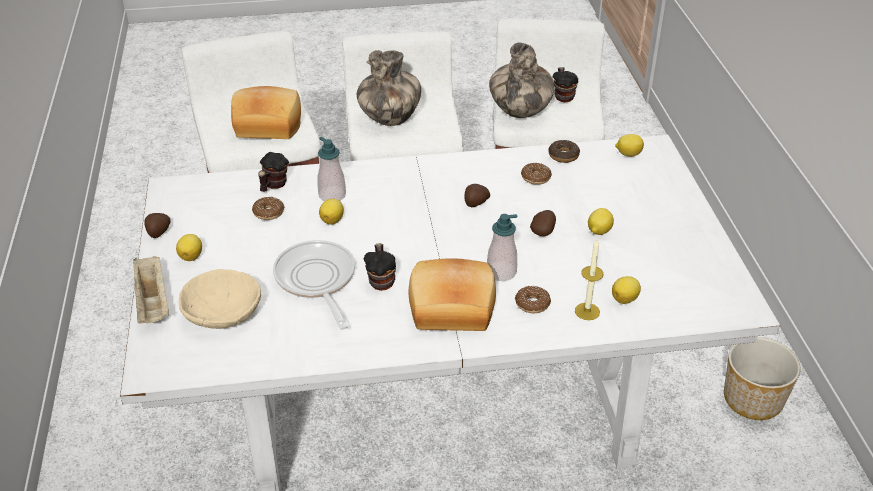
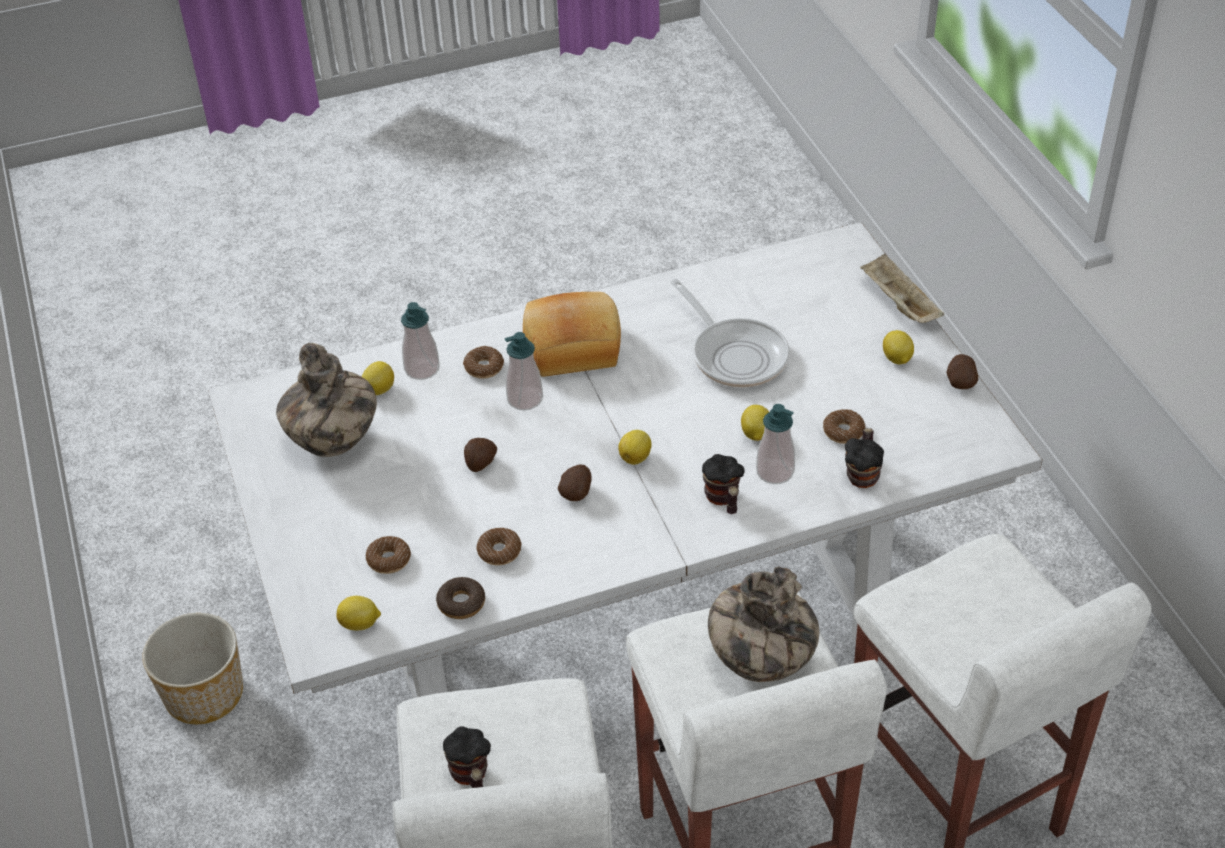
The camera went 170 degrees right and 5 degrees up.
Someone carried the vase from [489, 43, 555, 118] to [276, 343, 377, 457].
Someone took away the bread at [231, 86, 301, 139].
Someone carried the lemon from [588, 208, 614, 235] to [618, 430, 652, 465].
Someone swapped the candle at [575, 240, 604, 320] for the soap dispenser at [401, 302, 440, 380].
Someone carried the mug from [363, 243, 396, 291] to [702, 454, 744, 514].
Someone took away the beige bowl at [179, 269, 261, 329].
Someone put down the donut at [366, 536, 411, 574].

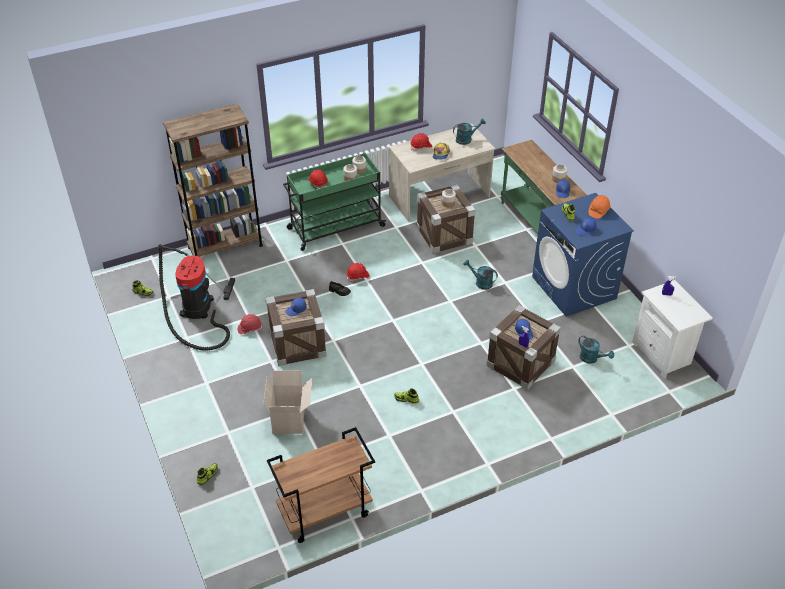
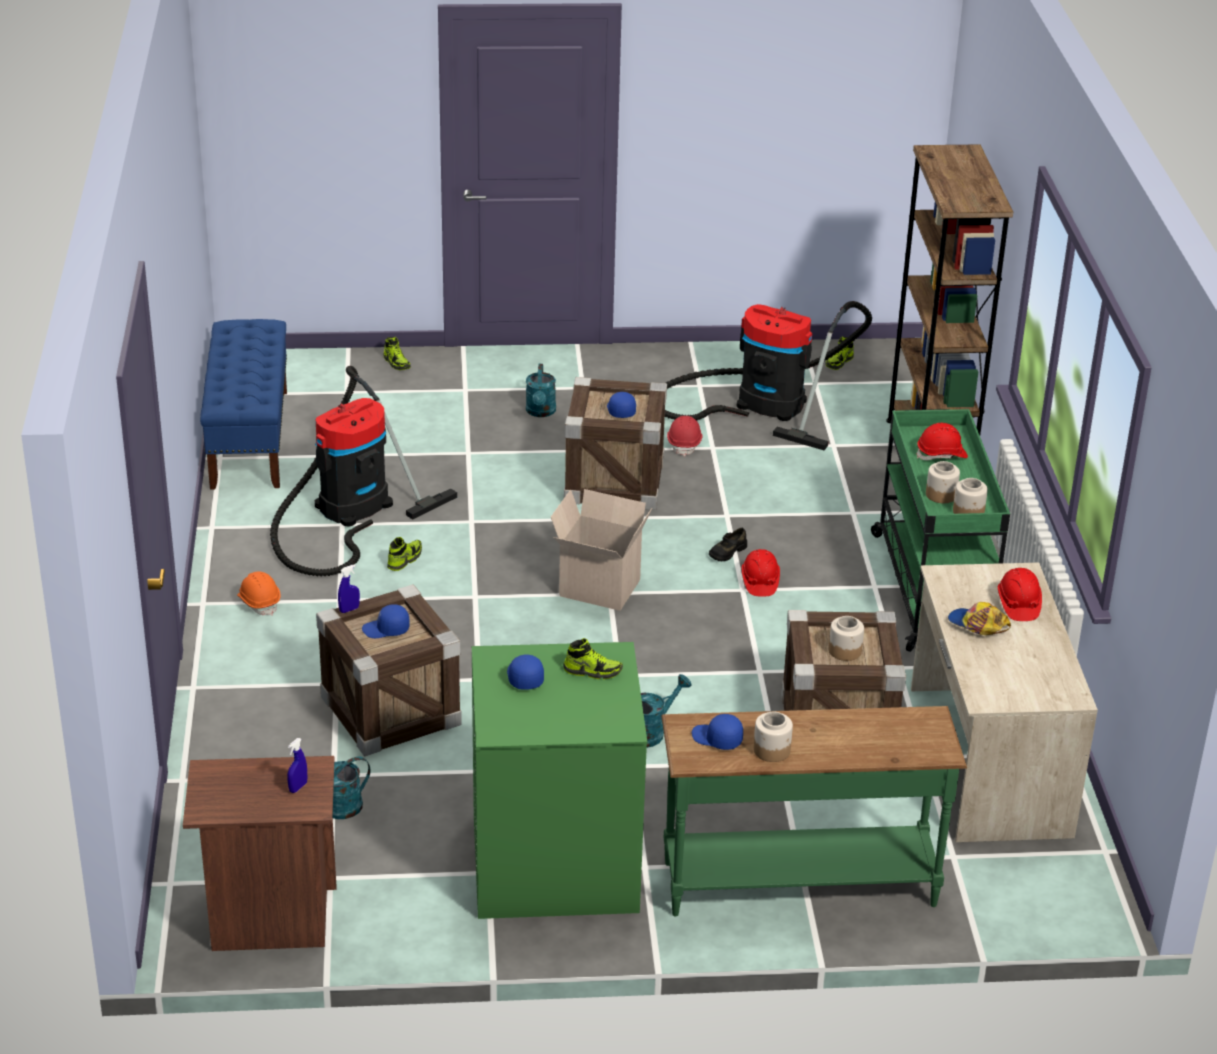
The camera went 110 degrees right and 10 degrees down.
Someone carried the turquoise watering can from [453, 118, 486, 145] to [526, 364, 556, 417].
Someone repainted the blue washing machine at [532, 193, 634, 317], which became the green washing machine at [472, 642, 647, 919].
Someone carried the orange hard hat from [588, 195, 611, 219] to [237, 571, 281, 615].
Someone repainted the white nightstand at [632, 280, 713, 378], which became the brown nightstand at [183, 756, 337, 951].
Someone carried the cardboard box from [263, 370, 312, 434] to [551, 489, 652, 611].
Someone swapped the brown cart at [267, 427, 375, 543] for the blue bench at [200, 319, 287, 490].
Someone put down the vacuum cleaner at [270, 366, 457, 576].

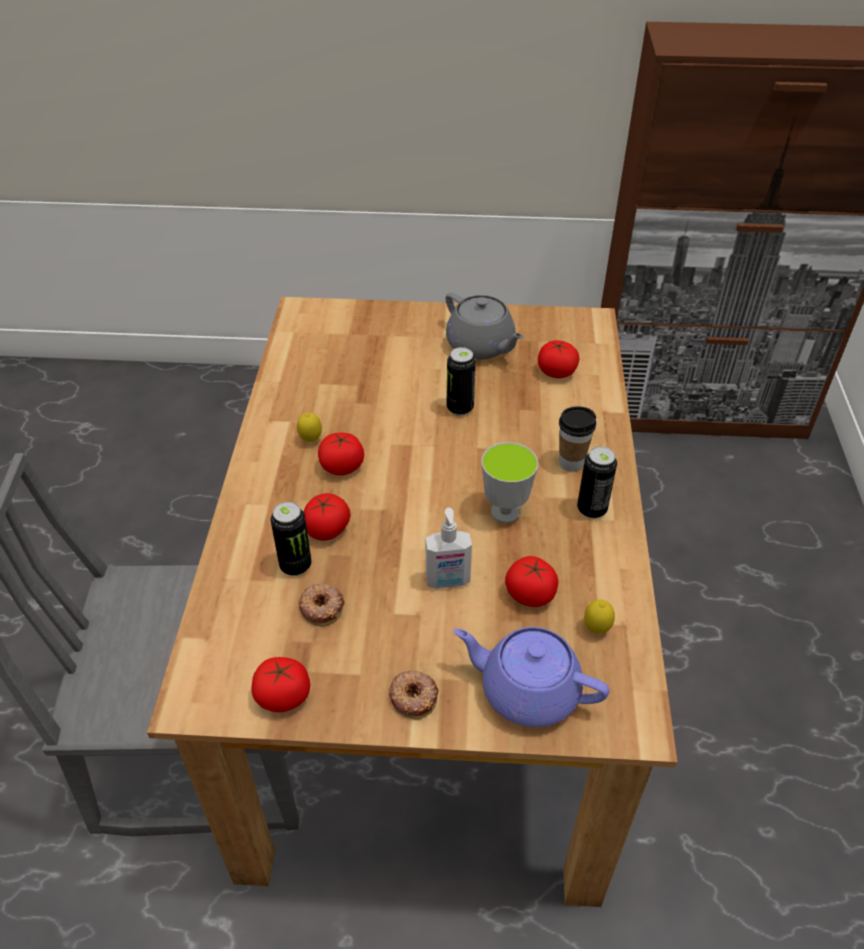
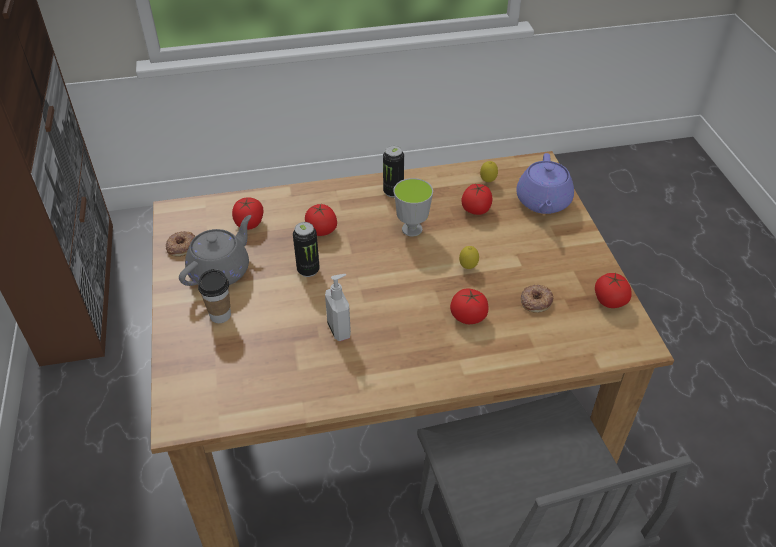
The camera went 105 degrees left and 0 degrees up.
Someone carried the cup from [559, 406, 596, 472] to [198, 269, 231, 323].
Someone carried the lemon from [297, 413, 322, 442] to [459, 246, 479, 269].
Someone carried the tomato from [318, 433, 364, 475] to [305, 204, 337, 236].
Someone took away the can at [271, 502, 311, 576].
Someone carried the soap dispenser from [426, 508, 472, 589] to [325, 274, 351, 341].
Someone carried the donut from [389, 671, 439, 720] to [166, 231, 196, 257].

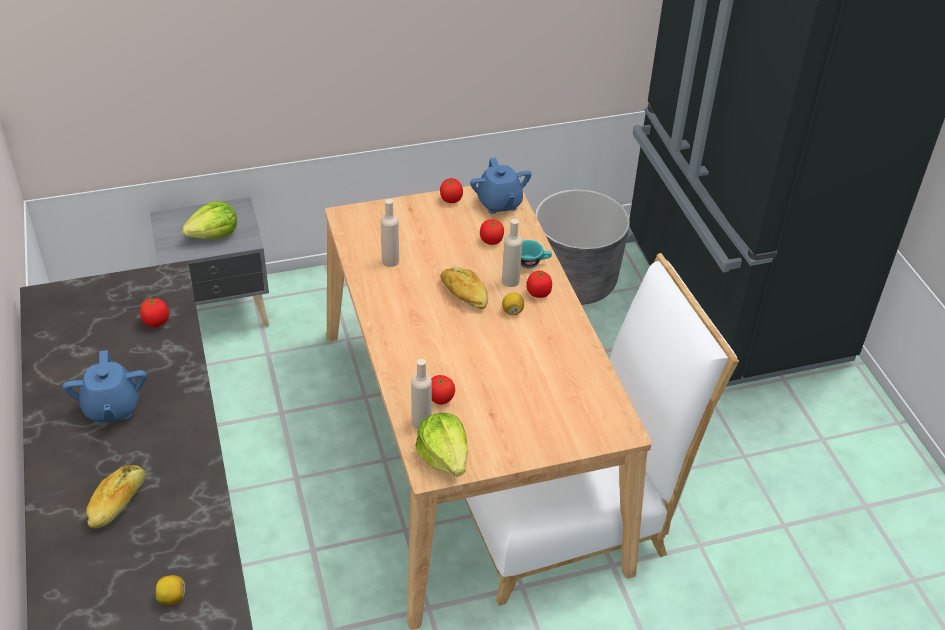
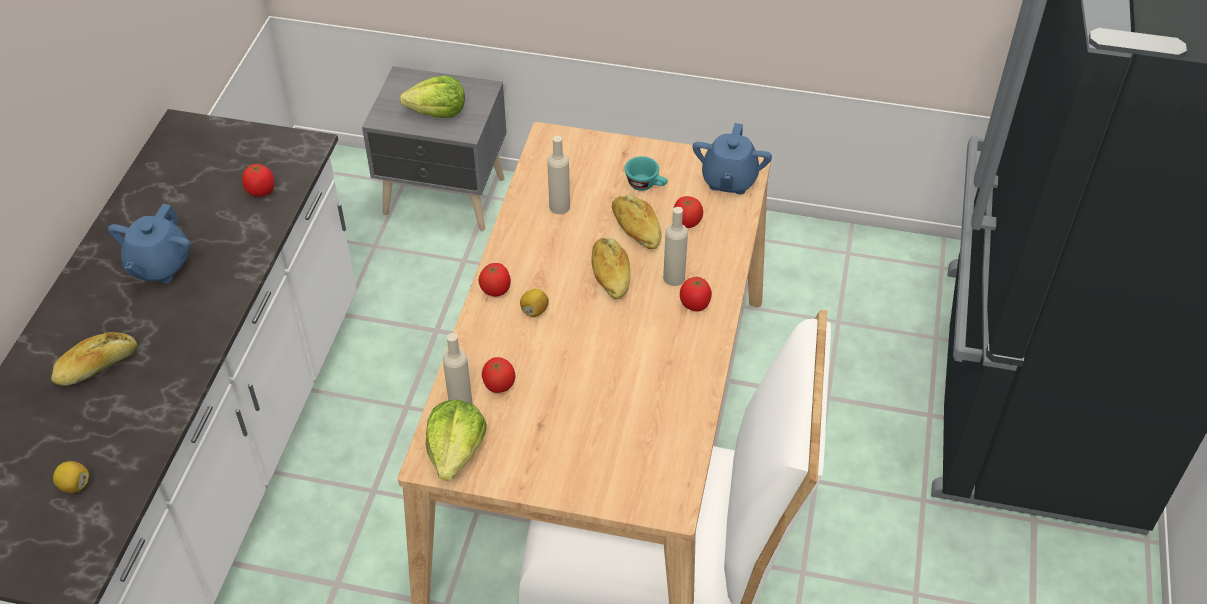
The camera went 30 degrees right and 5 degrees up.
Someone carried the tomato from [440, 178, 463, 203] to [479, 263, 511, 297].
Someone took away the grey planter at [535, 189, 630, 305].
Someone carried the turquoise cup from [521, 240, 552, 268] to [625, 156, 668, 191].
Someone carried the lemon from [502, 292, 524, 315] to [520, 289, 549, 317].
Someone put down the bread at [612, 195, 662, 249].

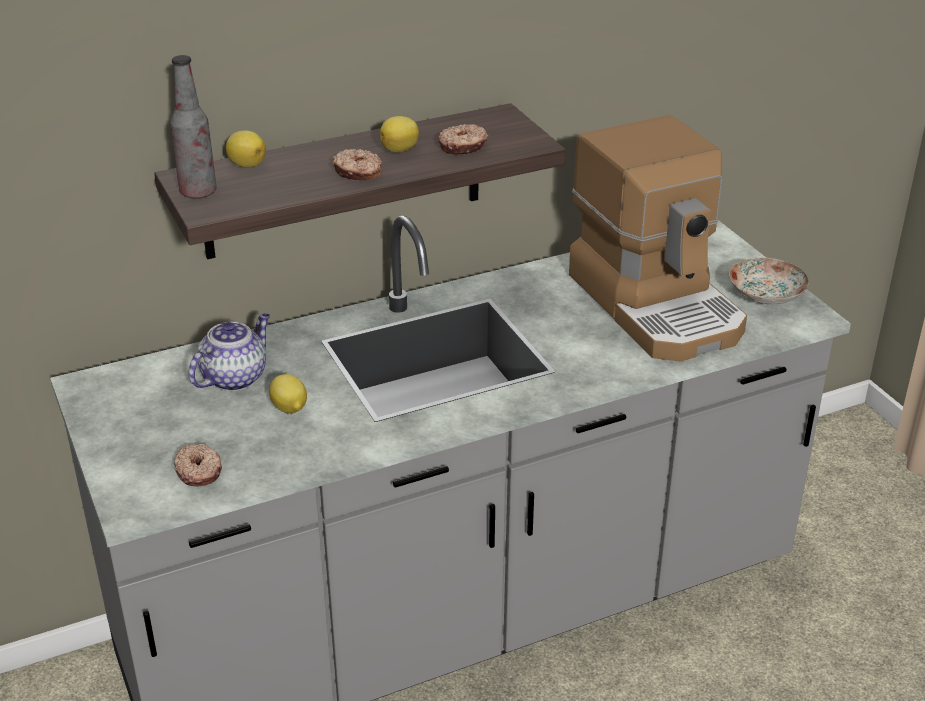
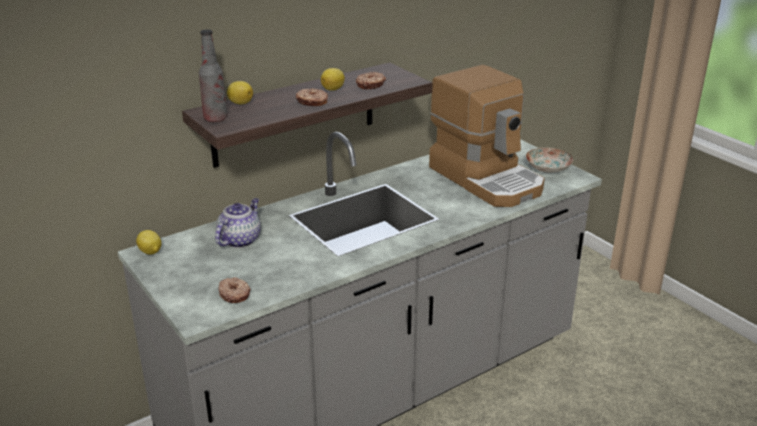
The camera went 10 degrees left and 5 degrees down.
Someone carried the lemon from [269, 374, 307, 414] to [136, 230, 161, 255].

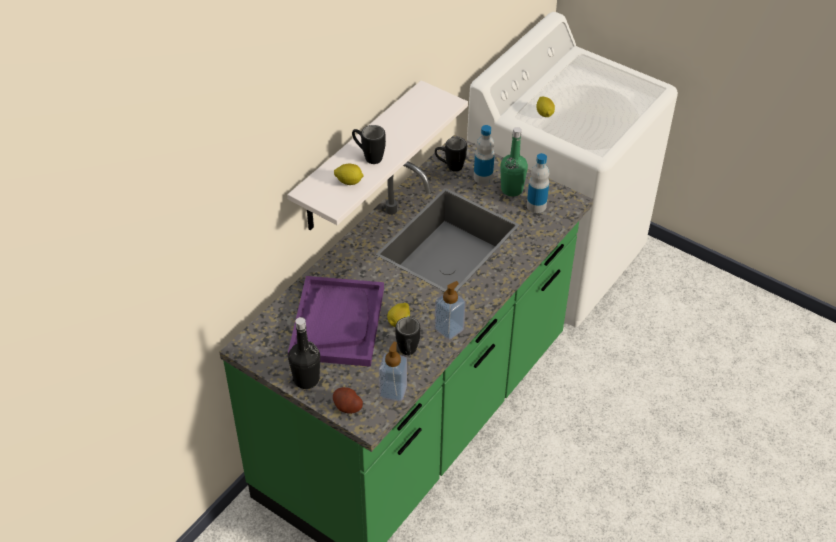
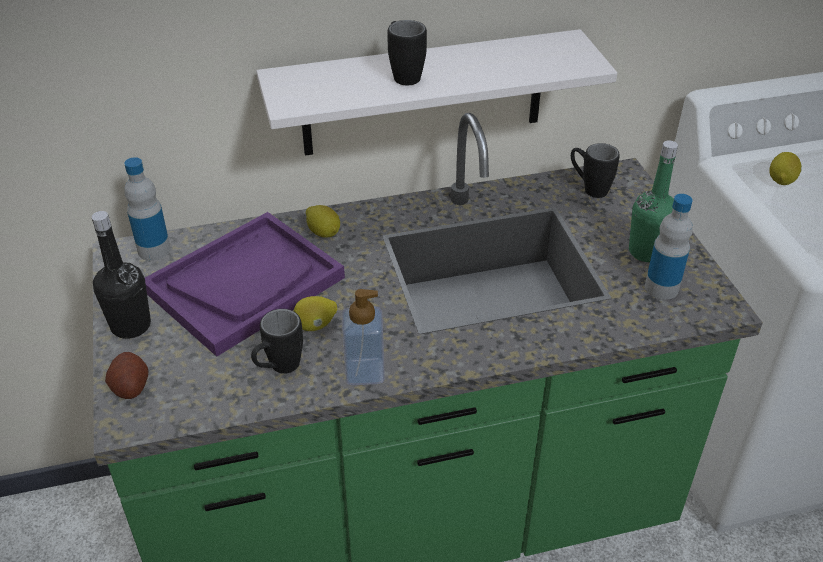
The camera went 40 degrees right and 5 degrees down.
Someone carried the bottle from [474, 125, 495, 184] to [124, 157, 171, 261].
Someone carried the lemon from [334, 164, 364, 185] to [306, 205, 340, 238].
Someone took away the soap dispenser at [379, 342, 407, 401].

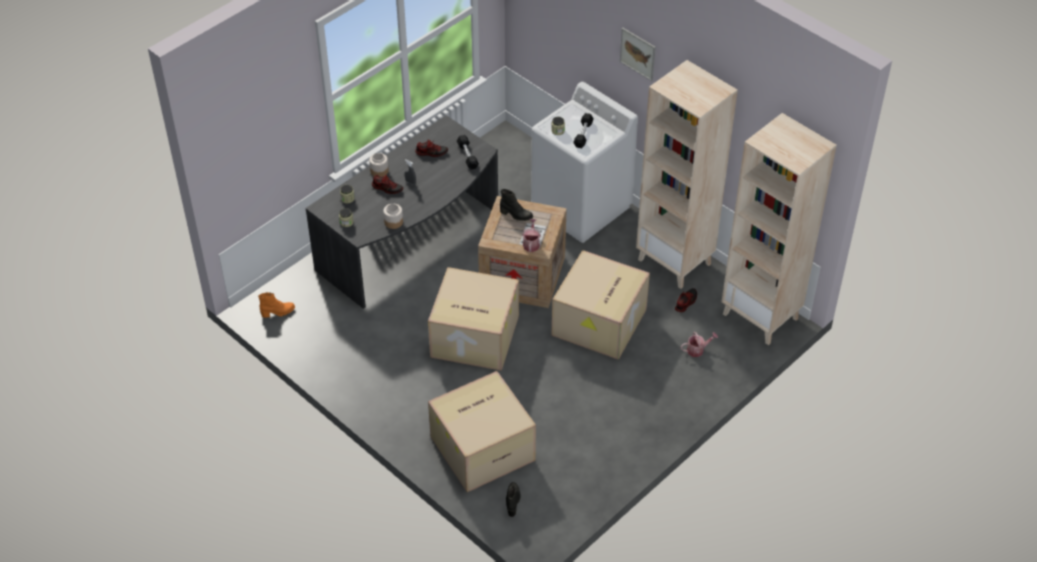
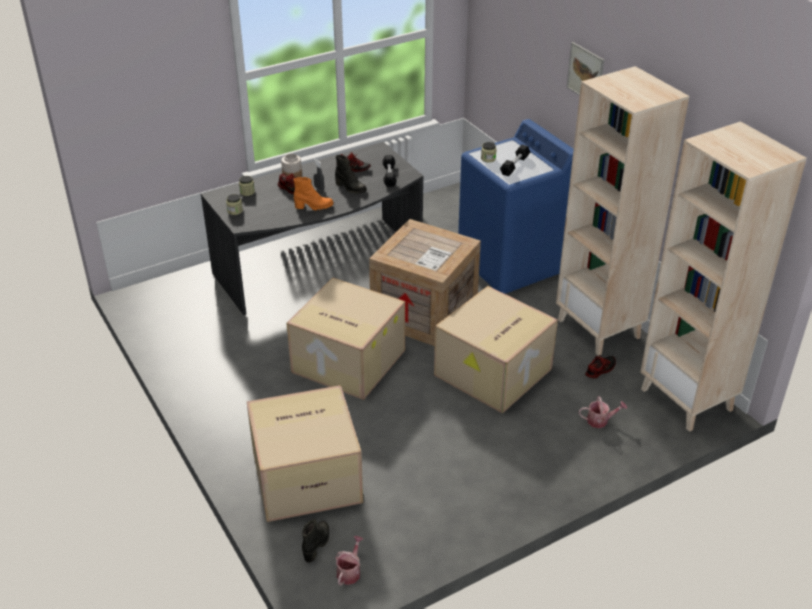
The camera went 15 degrees right and 10 degrees down.
Someone repainted the white washing machine at [531, 82, 638, 243], which became the blue washing machine at [458, 119, 574, 294].
Someone carried the black boot from [500, 189, 533, 221] to [335, 155, 367, 193].
Someone took away the jar at [383, 203, 403, 229].
Someone carried the watering can from [522, 219, 541, 252] to [335, 536, 363, 586].
Someone carried the orange boot from [258, 292, 295, 318] to [293, 177, 333, 211].

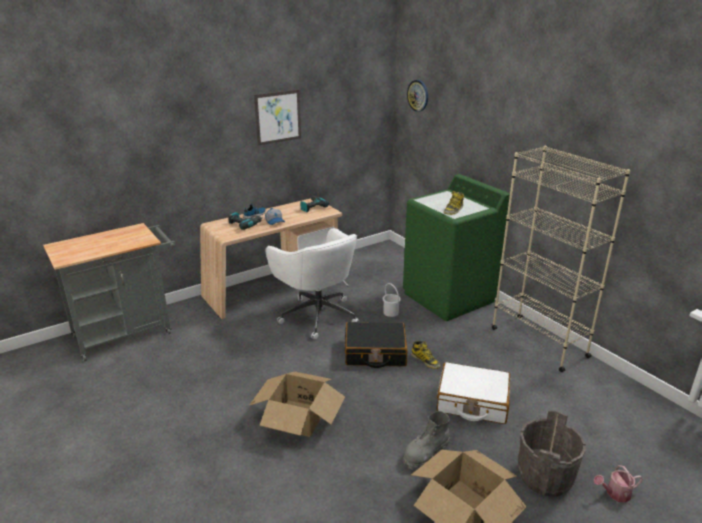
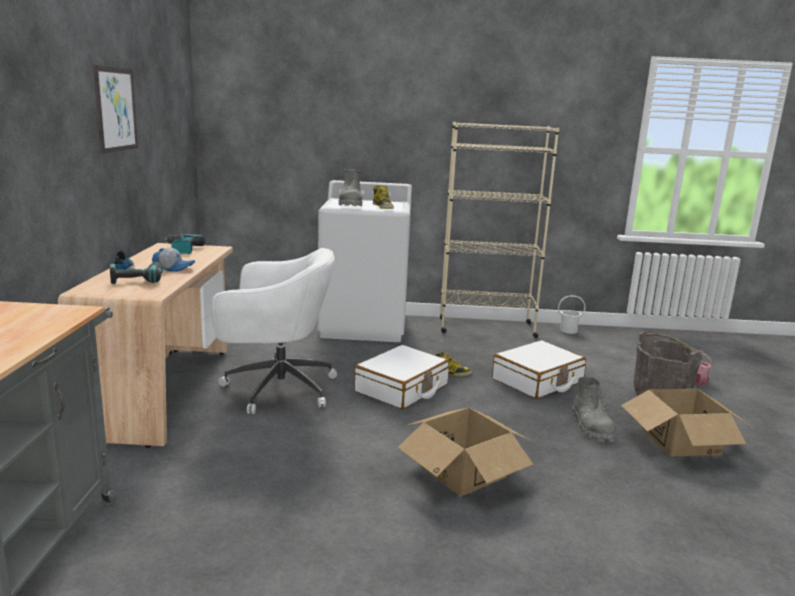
The camera went 55 degrees left and 10 degrees down.
Someone took away the wall clock at [407, 80, 428, 112].
Someone repainted the green washing machine at [403, 174, 510, 321], which became the white washing machine at [317, 180, 412, 342].
Someone carried the white bucket from [383, 283, 401, 317] to [558, 295, 585, 334].
Someone repainted the black suitcase at [345, 322, 408, 368], which became the white suitcase at [354, 345, 449, 409].
Someone put down the grey boot at [339, 169, 362, 206].

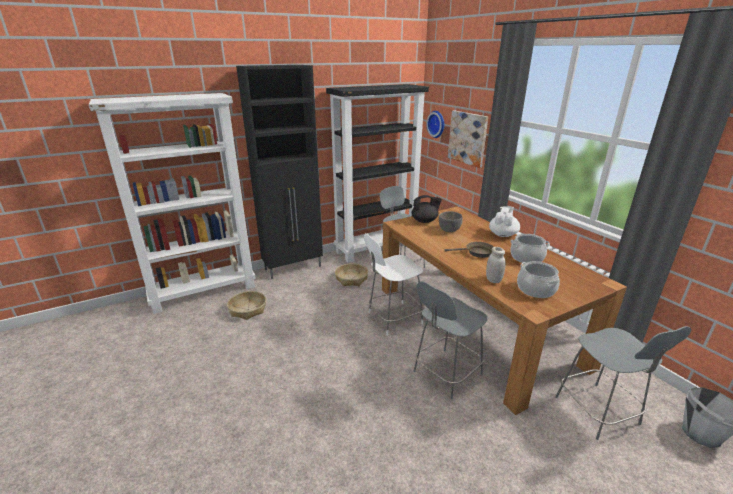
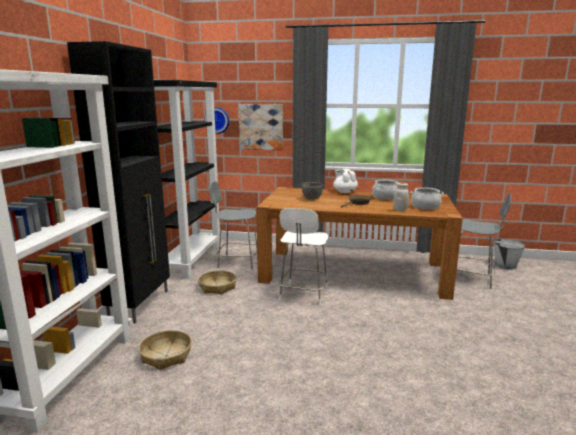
The camera went 50 degrees left and 10 degrees down.
Someone took away the black teapot at [411, 195, 442, 223].
Someone took away the grey chair at [414, 281, 488, 400].

